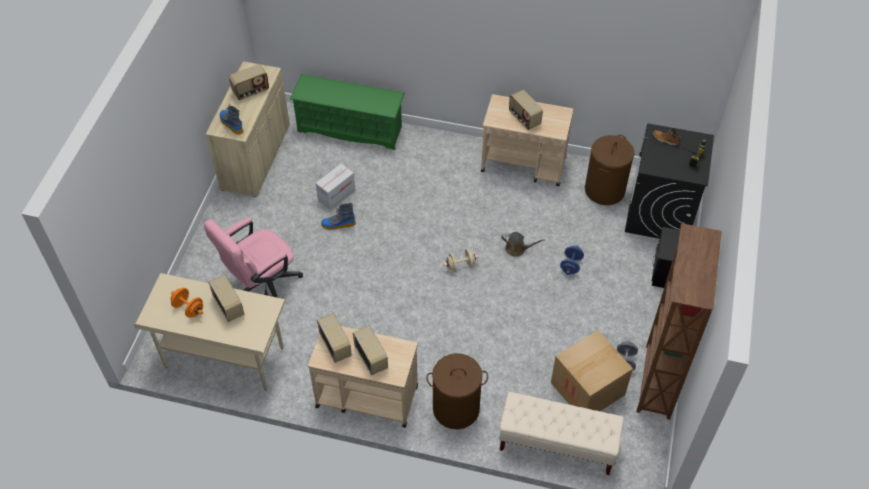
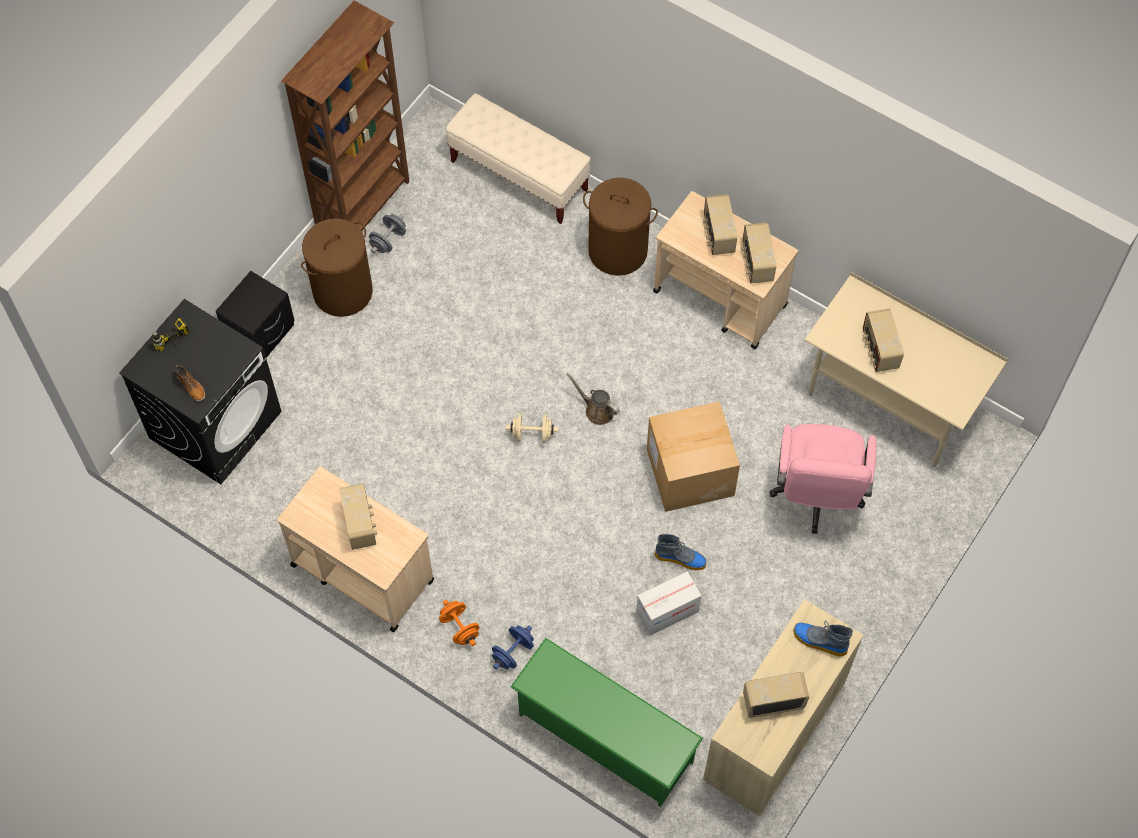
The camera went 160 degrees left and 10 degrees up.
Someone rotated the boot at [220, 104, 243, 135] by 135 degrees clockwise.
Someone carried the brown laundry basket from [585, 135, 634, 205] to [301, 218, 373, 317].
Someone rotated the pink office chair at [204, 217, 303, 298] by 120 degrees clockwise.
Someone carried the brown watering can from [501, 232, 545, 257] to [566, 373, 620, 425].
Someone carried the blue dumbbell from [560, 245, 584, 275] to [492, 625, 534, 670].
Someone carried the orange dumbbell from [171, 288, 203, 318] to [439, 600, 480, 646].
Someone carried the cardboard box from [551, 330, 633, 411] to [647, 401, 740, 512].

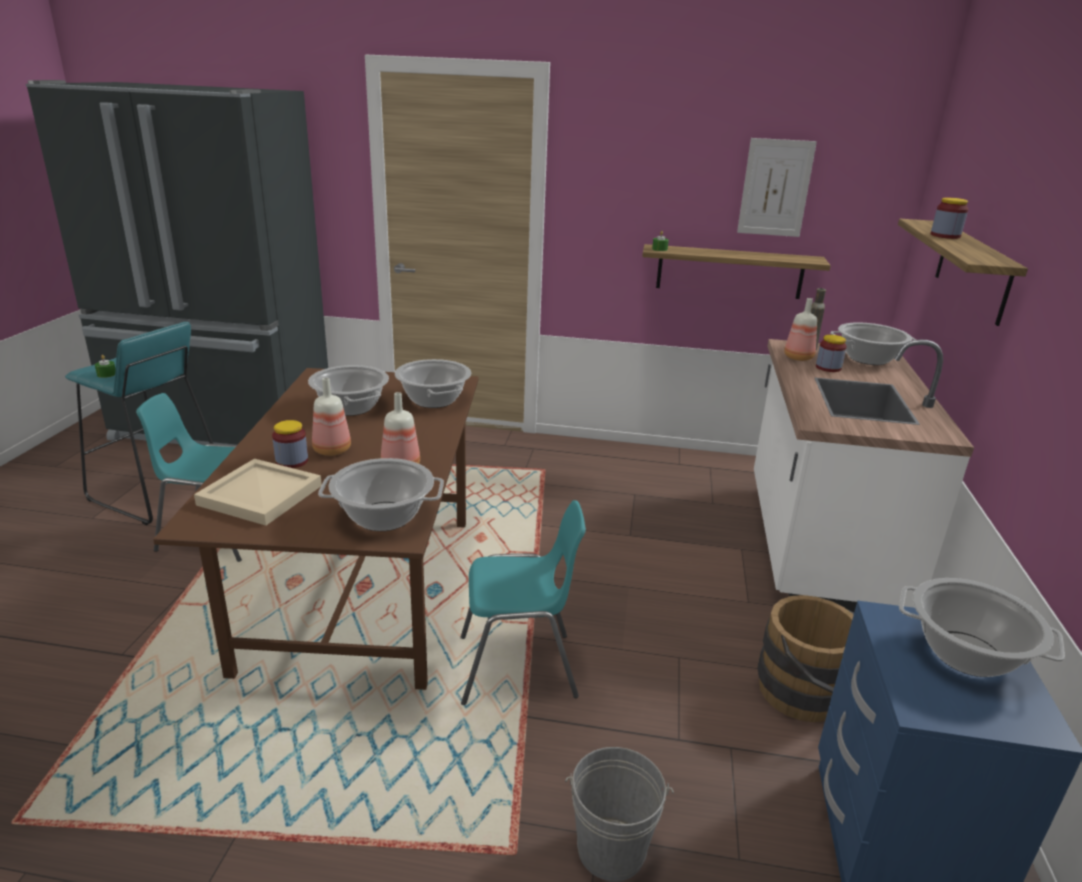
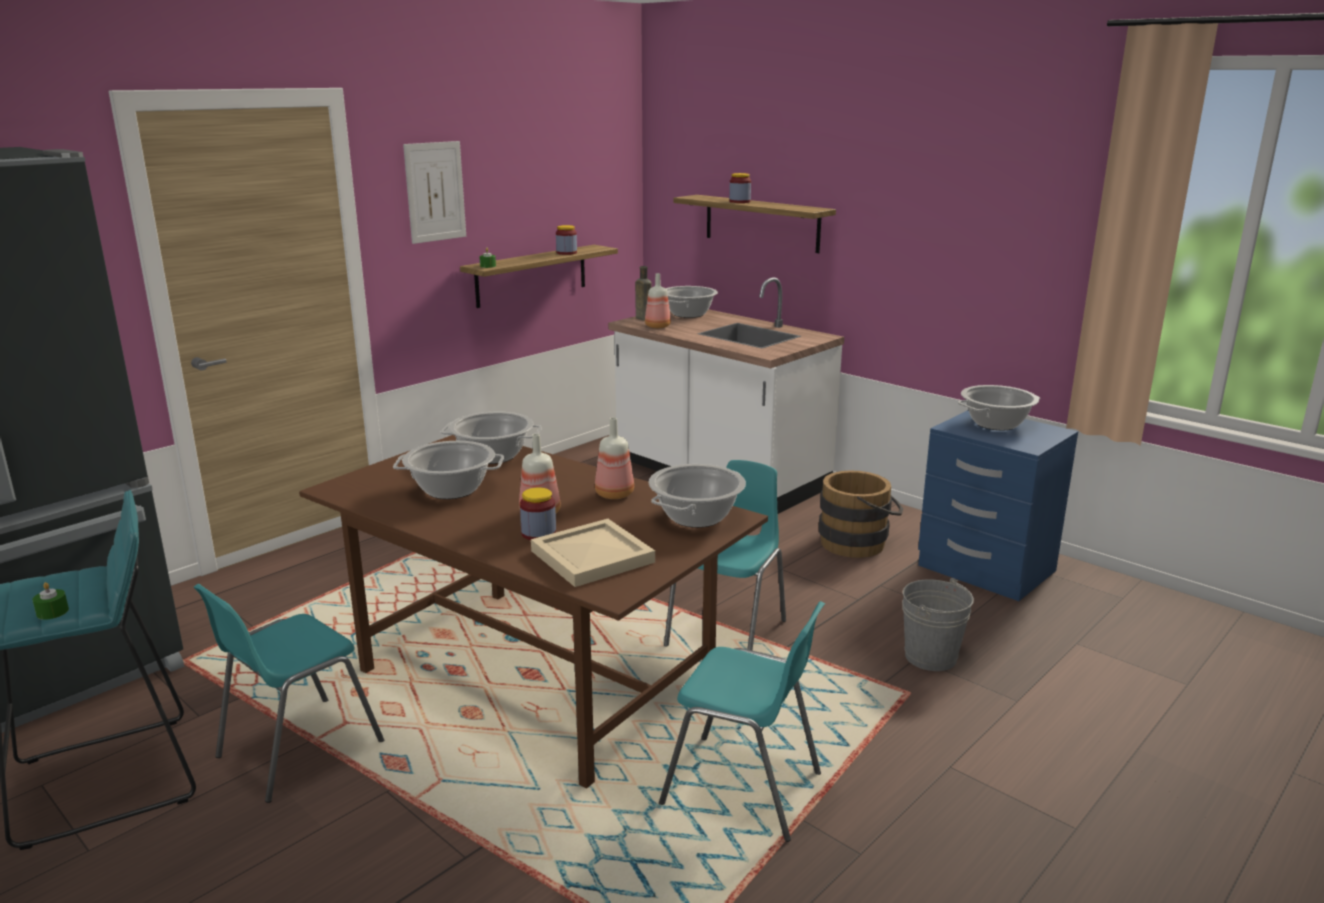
The camera went 55 degrees left and 5 degrees down.
Someone carried the picture from [737, 138, 817, 237] to [403, 141, 466, 244].
Someone carried the jar from [816, 335, 847, 372] to [556, 225, 577, 255].
Someone put down the turquoise chair at [659, 601, 825, 842].

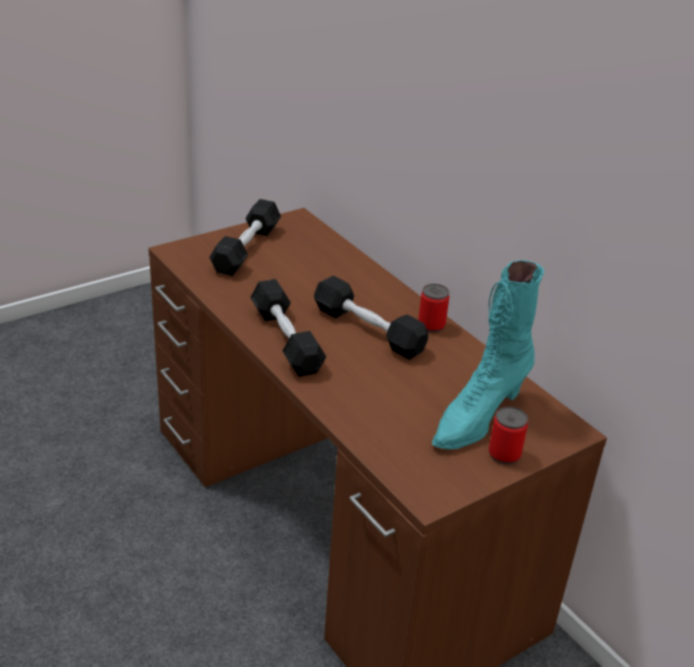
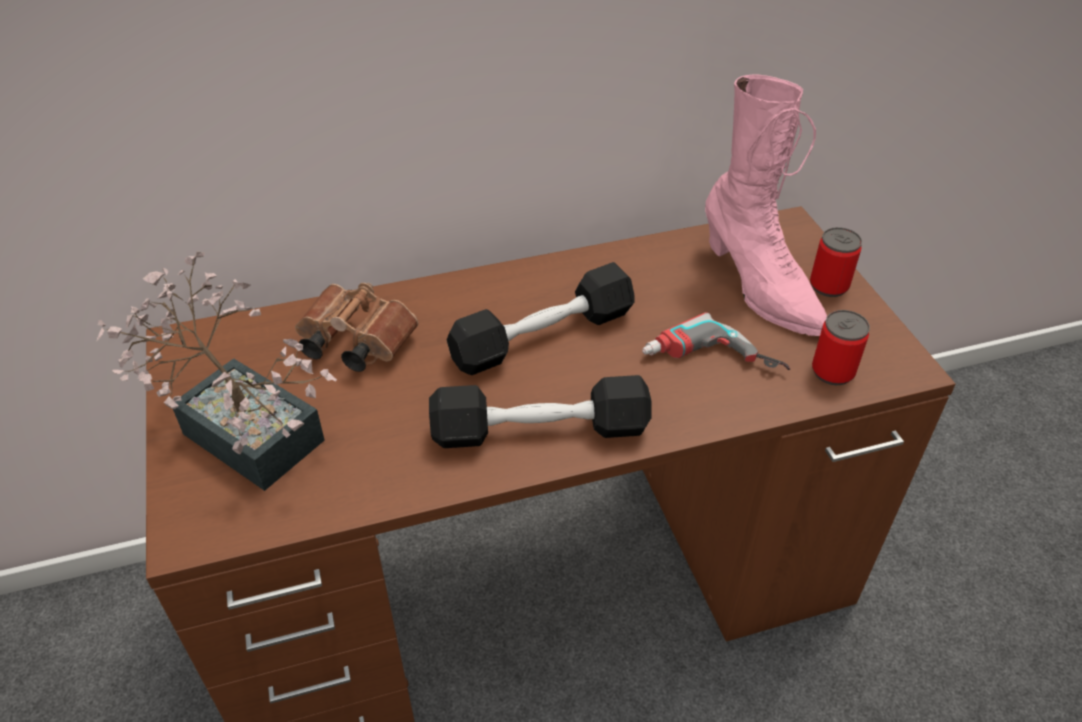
The camera went 70 degrees left and 10 degrees up.
Someone swapped the black dumbbell at [209, 199, 281, 276] for the potted plant at [96, 252, 337, 491].
Someone repainted the turquoise boot at [432, 260, 544, 450], which became the pink boot at [705, 74, 827, 336].
Someone carried the can from [418, 284, 449, 333] to [812, 310, 870, 385].
Someone put down the brown binoculars at [295, 283, 418, 372].
Someone put down the power drill at [642, 312, 790, 370].

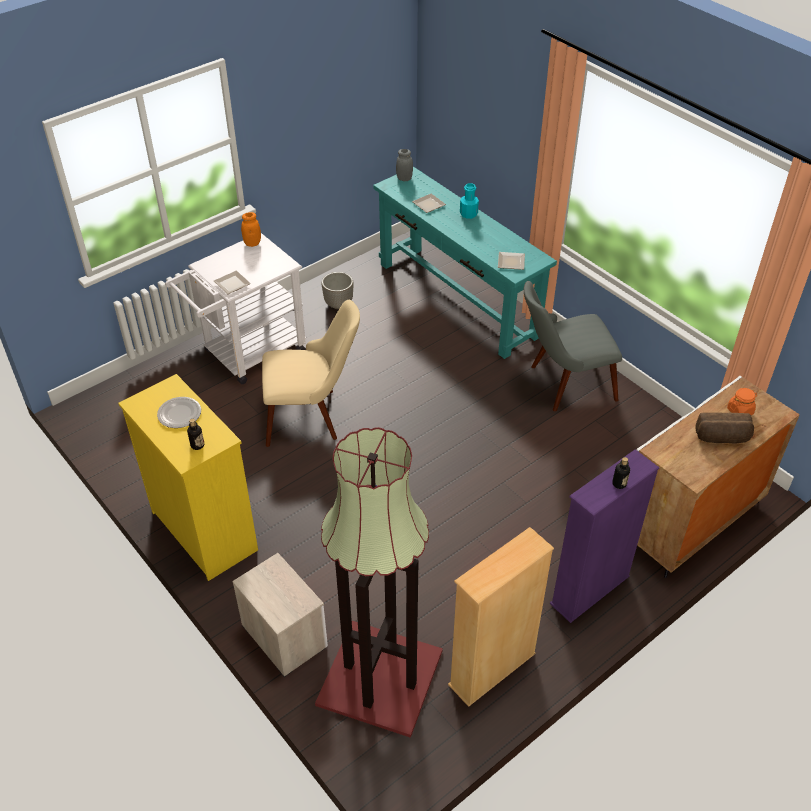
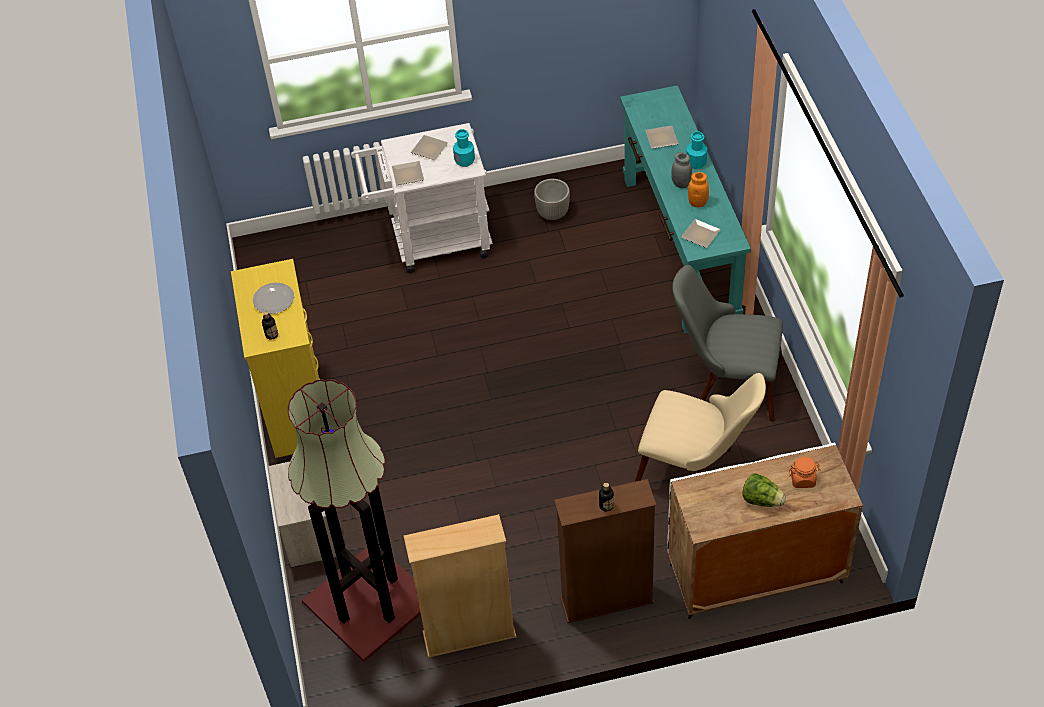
The camera went 30 degrees right and 5 degrees up.
Someone carried the grey jar from [396, 149, 413, 181] to [671, 152, 692, 188].
Someone carried the orange jar from [241, 212, 261, 247] to [688, 172, 709, 207].
Someone carried the beige chair from [262, 300, 360, 447] to [635, 373, 766, 482].
Someone swapped the bread at [695, 412, 754, 444] for the lettuce at [742, 473, 786, 507].
Someone repainted the purple bookcase at [550, 449, 659, 623], which became the brown bookcase at [554, 479, 657, 623].
Someone put down the turquoise bottle at [453, 129, 475, 167].
Someone put down the plate at [411, 135, 448, 160].

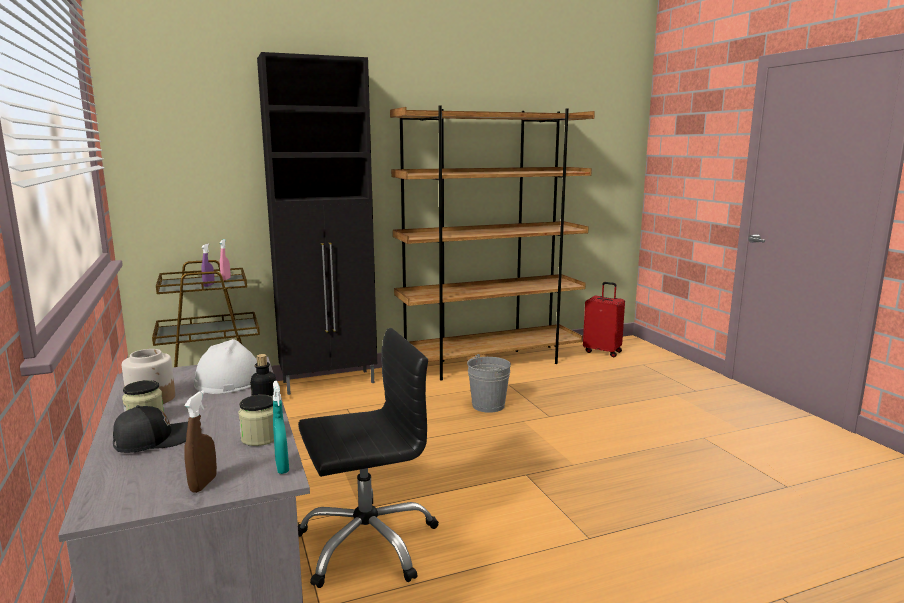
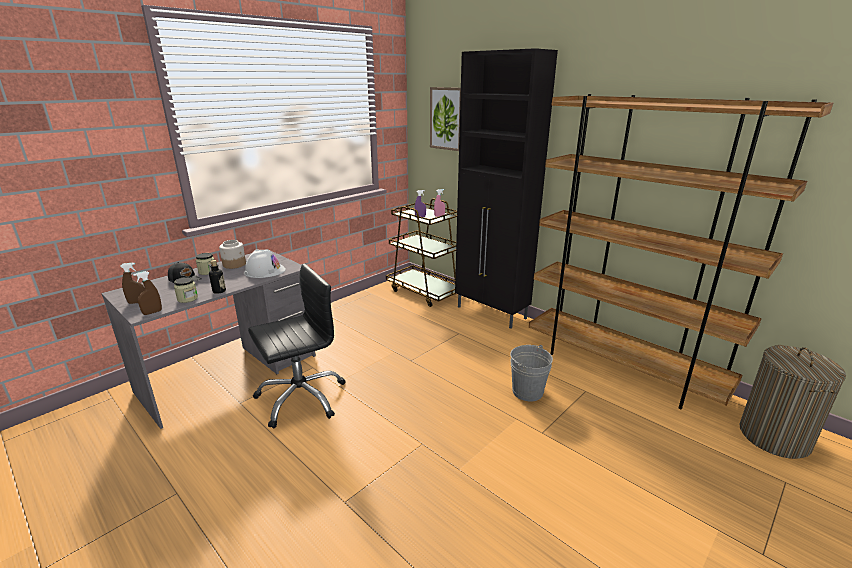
The camera went 65 degrees right and 10 degrees up.
Someone swapped the red suitcase at [583, 282, 625, 357] for the laundry basket at [740, 345, 846, 459].
Someone rotated the black office chair at [298, 328, 439, 588] by 75 degrees counterclockwise.
Someone repainted the turquoise spray bottle at [273, 381, 289, 474], which became the brown spray bottle at [133, 271, 162, 315].
Someone put up the picture at [430, 87, 461, 151].

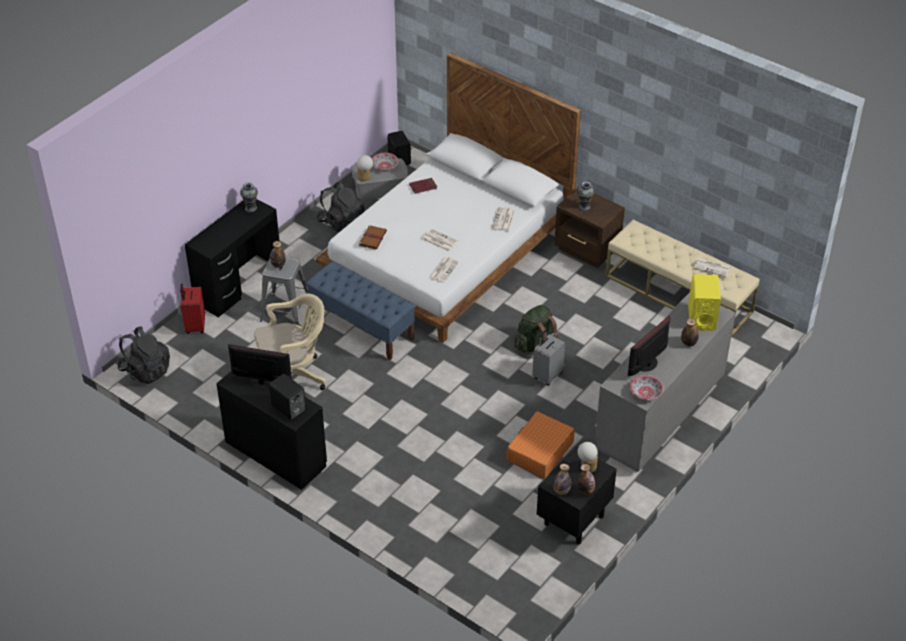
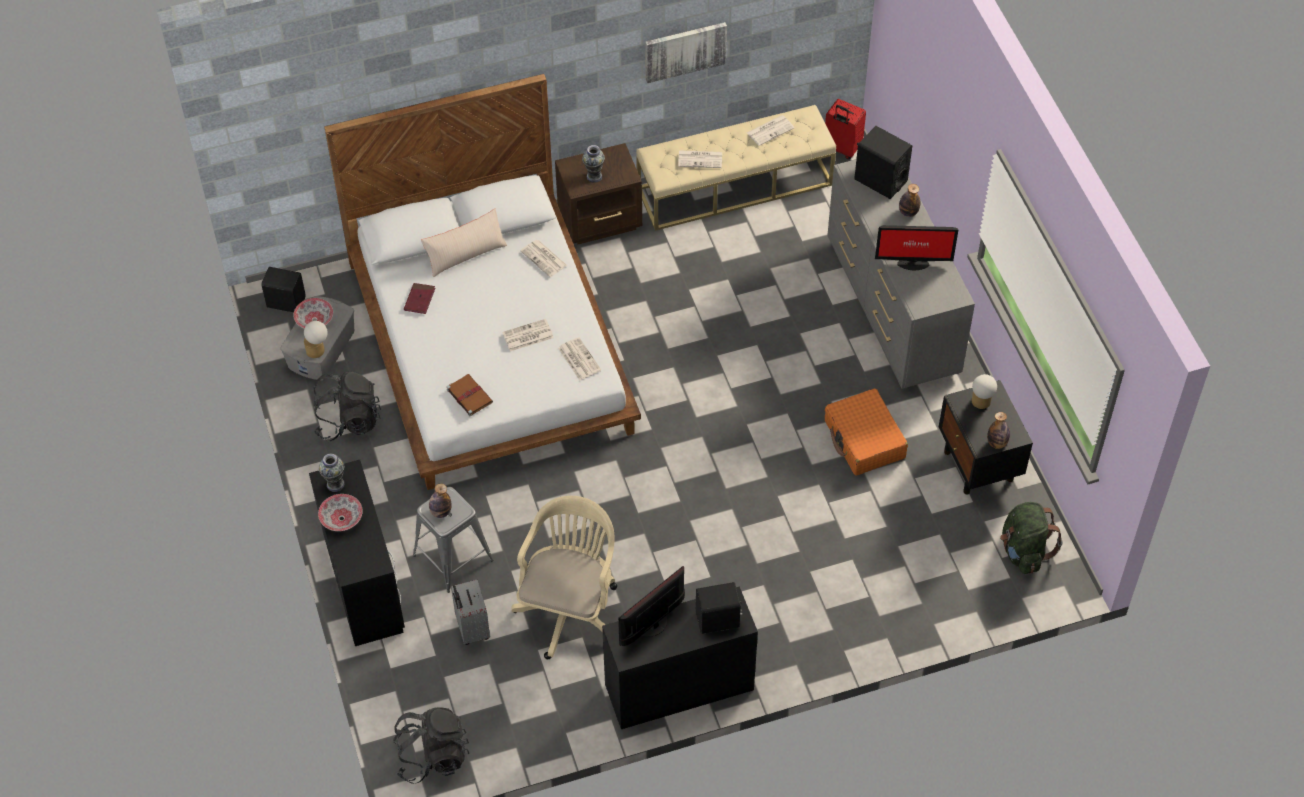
The camera went 55 degrees left and 10 degrees up.
Someone took away the blue bench at [306, 261, 416, 360].
Someone repainted the yellow speaker at [688, 274, 721, 331], which became the black speaker at [854, 126, 912, 199].
Someone carried the red suitcase from [180, 283, 205, 334] to [825, 99, 866, 159].
Someone carried the green backpack from [514, 305, 559, 353] to [1000, 502, 1062, 574].
Someone rotated the monitor at [628, 315, 671, 376] by 75 degrees counterclockwise.
Someone carried the grey suitcase from [532, 330, 565, 386] to [451, 579, 490, 645].
Someone carried the bowl from [630, 375, 664, 400] to [318, 494, 363, 531].
Someone took away the bottle at [577, 464, 595, 495].
Someone put up the picture at [645, 22, 727, 83].
Someone put down the newspaper at [678, 150, 722, 168].
Someone put down the beige pillow at [421, 209, 507, 277].

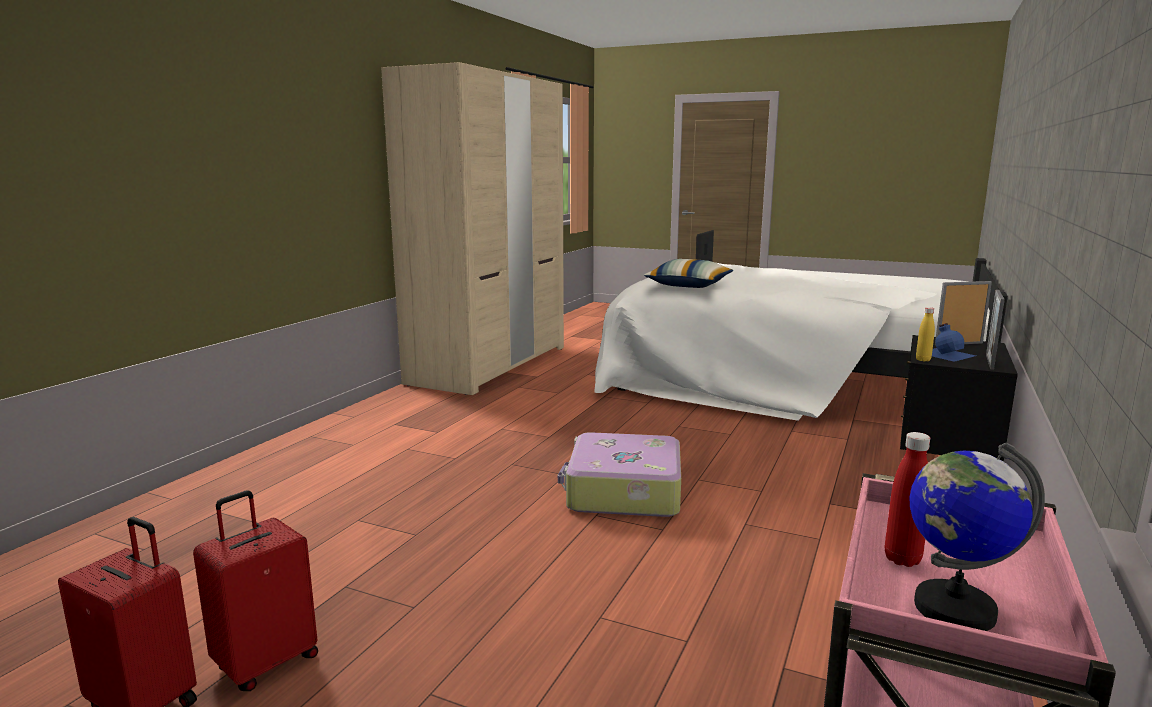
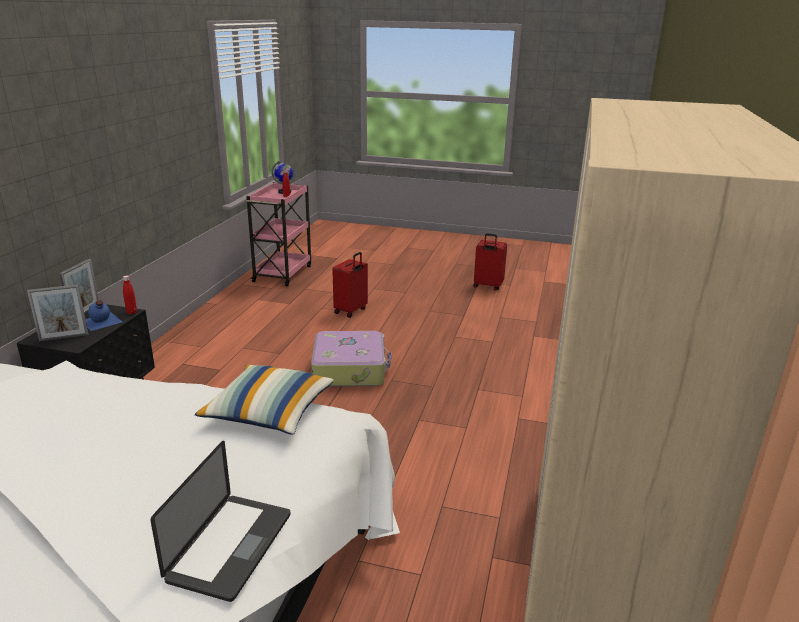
The camera went 170 degrees right and 10 degrees up.
Someone repainted the yellow bottle at [916, 307, 935, 362], which became the red bottle at [123, 276, 137, 314].
Someone carried the red suitcase from [193, 491, 318, 691] to [332, 252, 368, 318].

